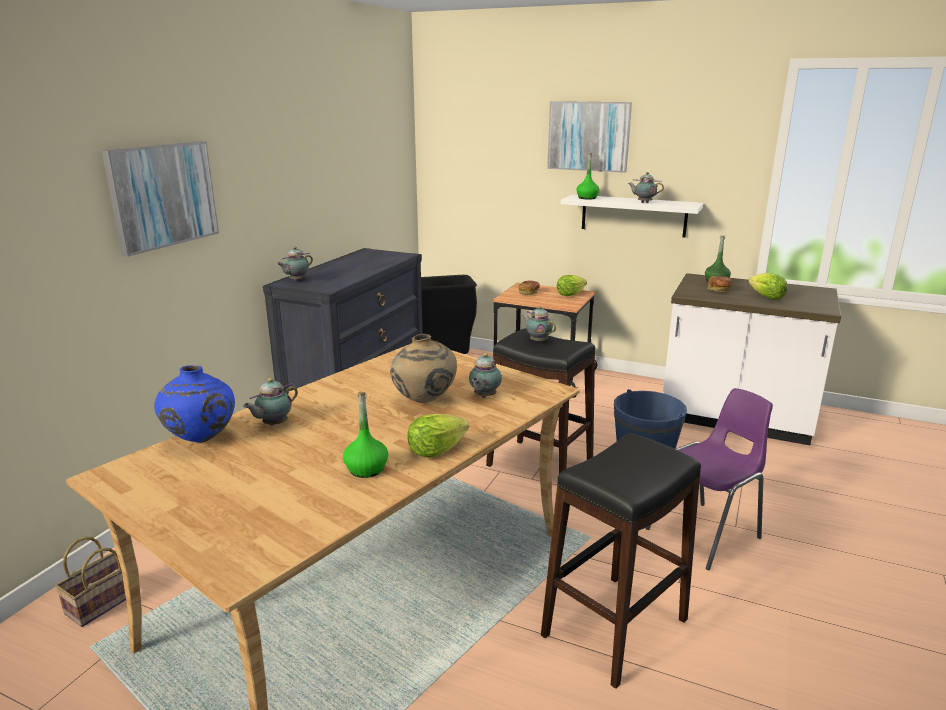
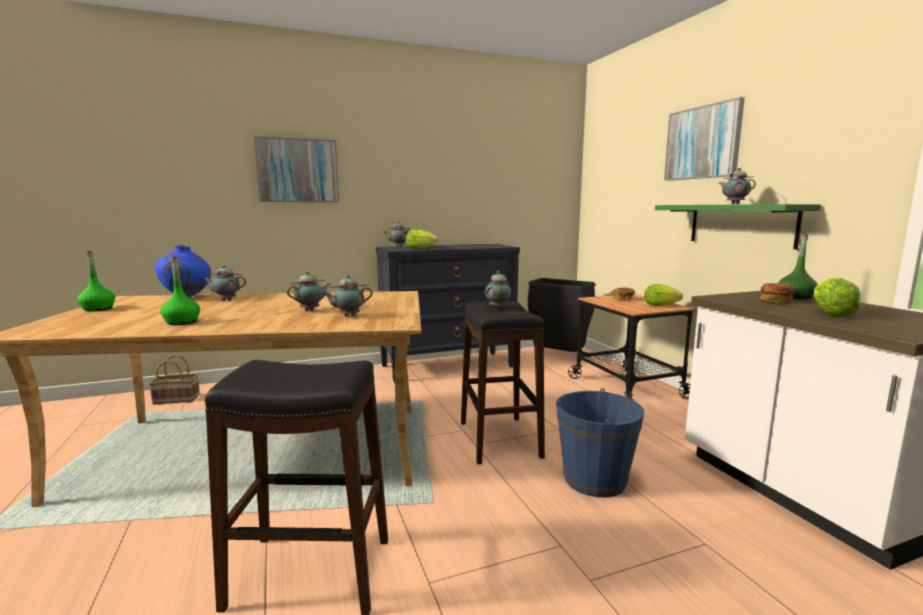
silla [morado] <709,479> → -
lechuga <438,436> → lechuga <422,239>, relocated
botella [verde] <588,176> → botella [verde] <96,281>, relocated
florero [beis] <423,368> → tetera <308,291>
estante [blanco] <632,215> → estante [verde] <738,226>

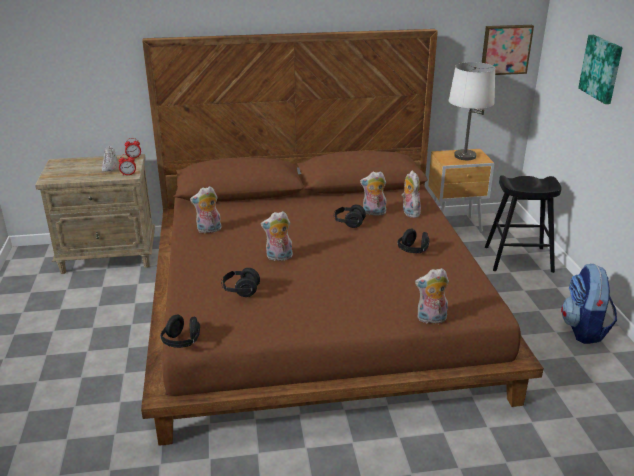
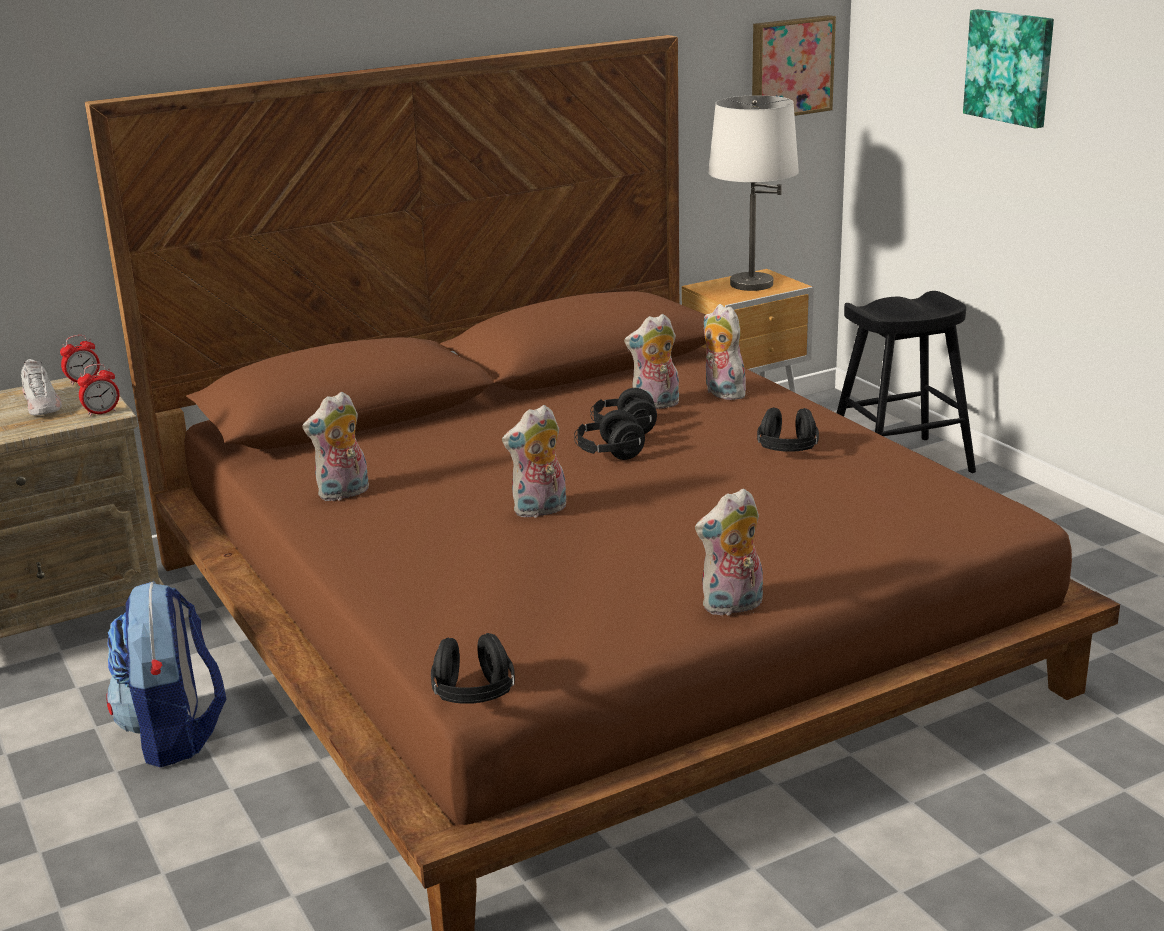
auriculares [negro] <240,282> → auriculares [negro] <609,435>, relocated
peluche <432,295> → peluche <729,552>, relocated
mochila <589,304> → mochila <166,674>, relocated

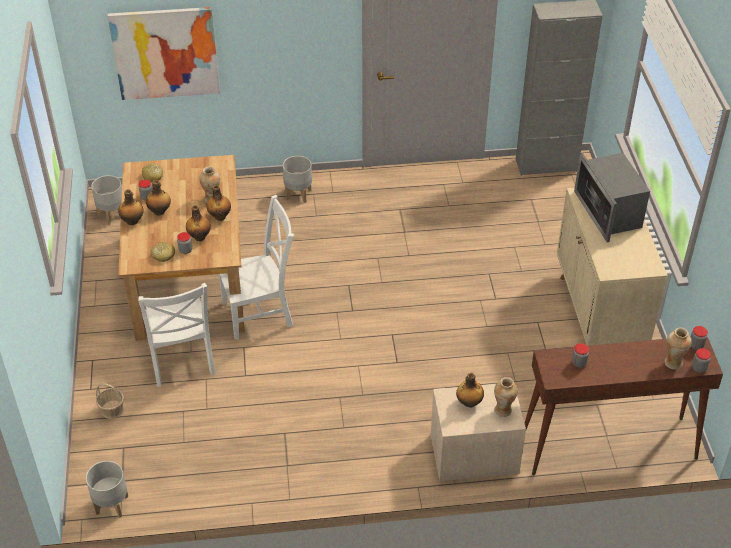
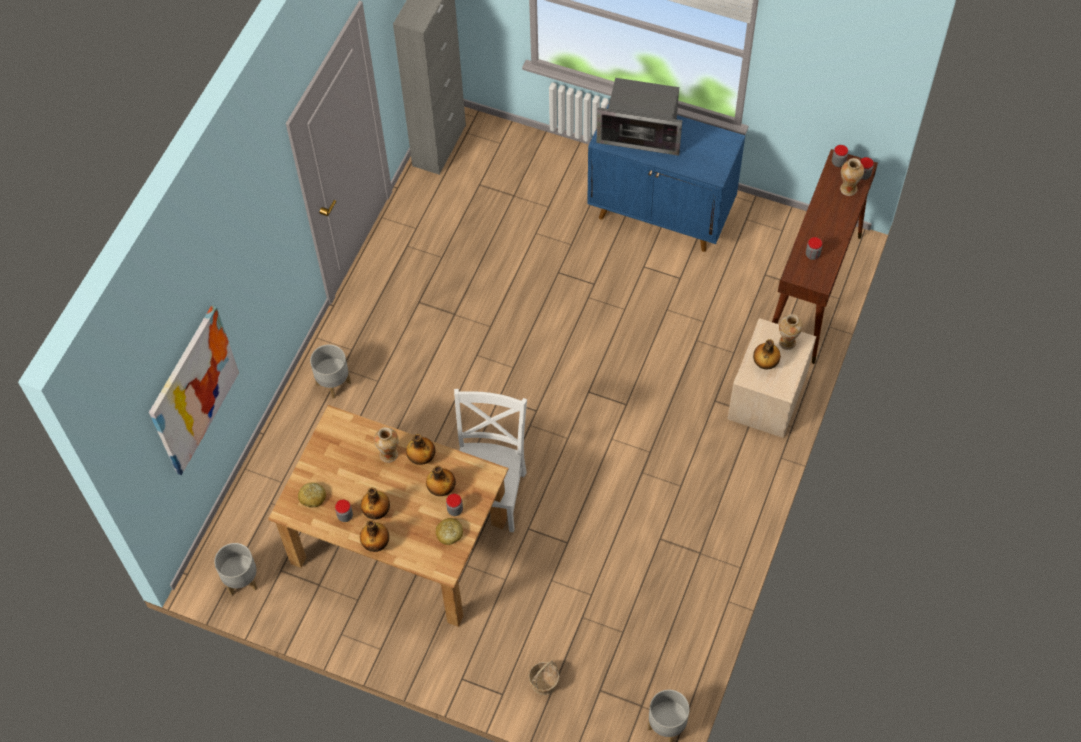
silla [blanco] <177,335> → -
armario [beis] <612,266> → armario [azul] <666,178>

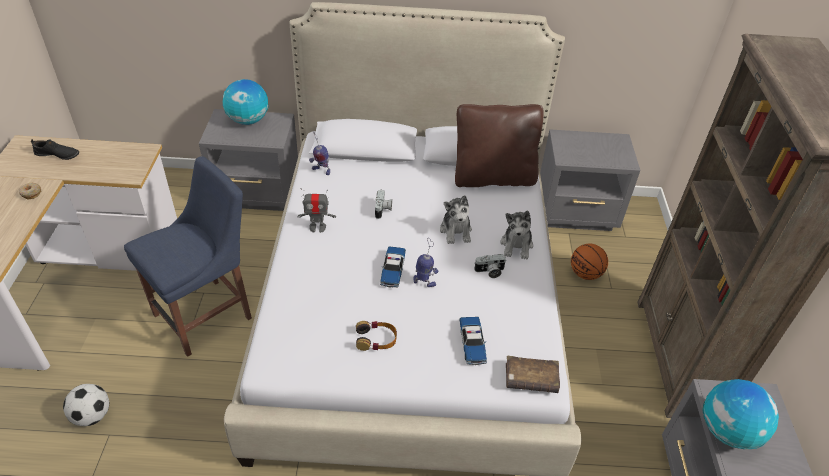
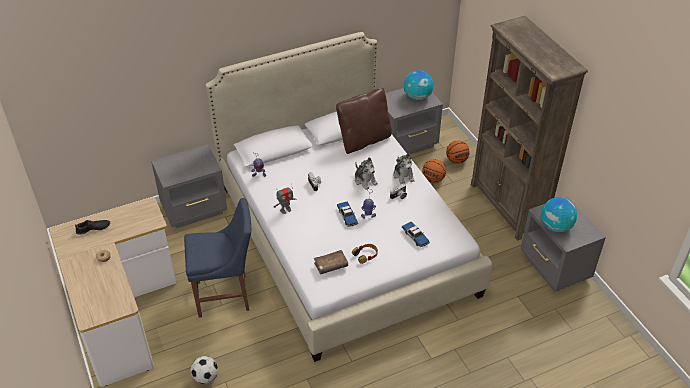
- → balón de baloncesto <458,152>
globo terráqueo <246,102> → globo terráqueo <419,85>, relocated
libro [marrón] <533,374> → libro [marrón] <330,262>, relocated
silla [azul] <188,256> → silla [azul] <217,258>, 60 degrees clockwise

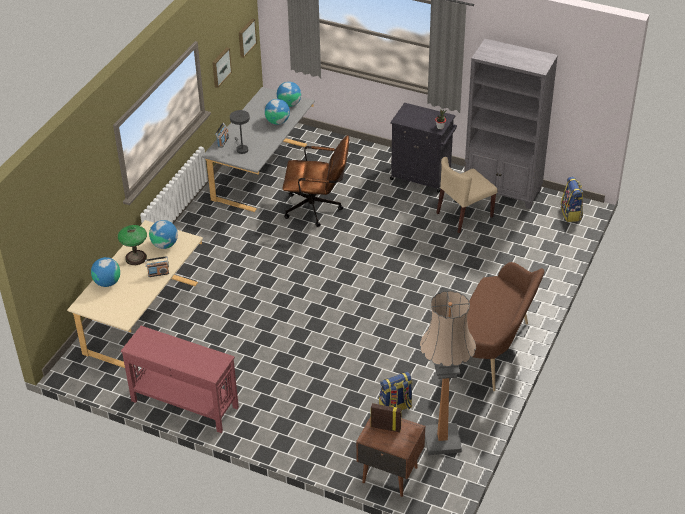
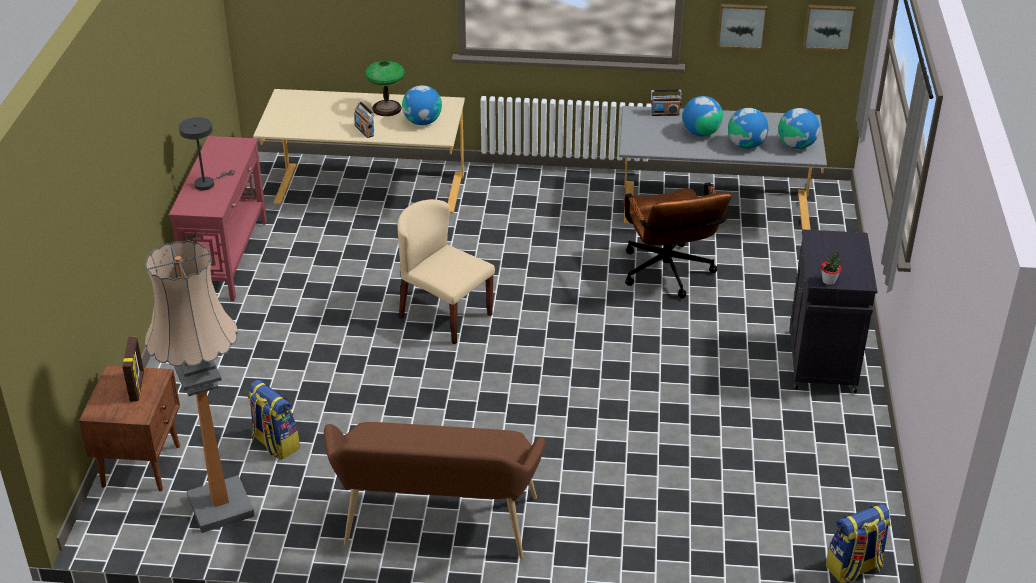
estantería [gris] <511,124> → -
globo terráqueo <105,272> → globo terráqueo <702,116>, relocated
lámpara de mesa [gris] <240,132> → lámpara de mesa [gris] <207,154>, relocated
silla [beis] <467,195> → silla [beis] <446,272>, relocated

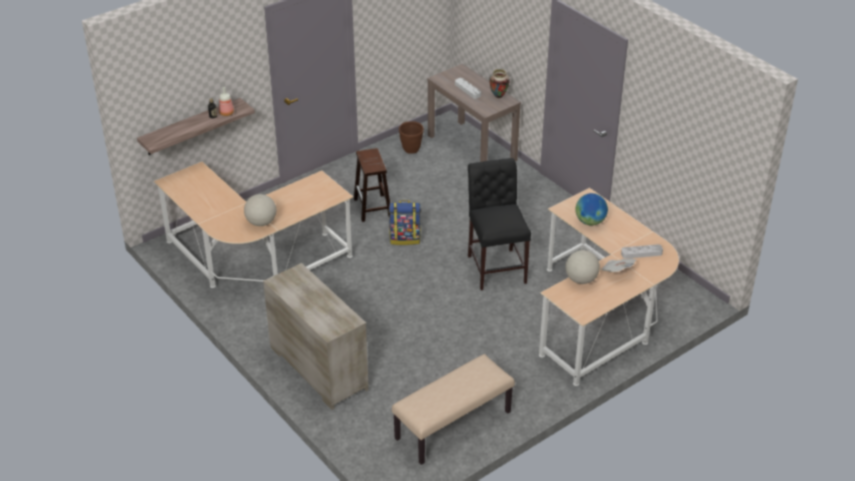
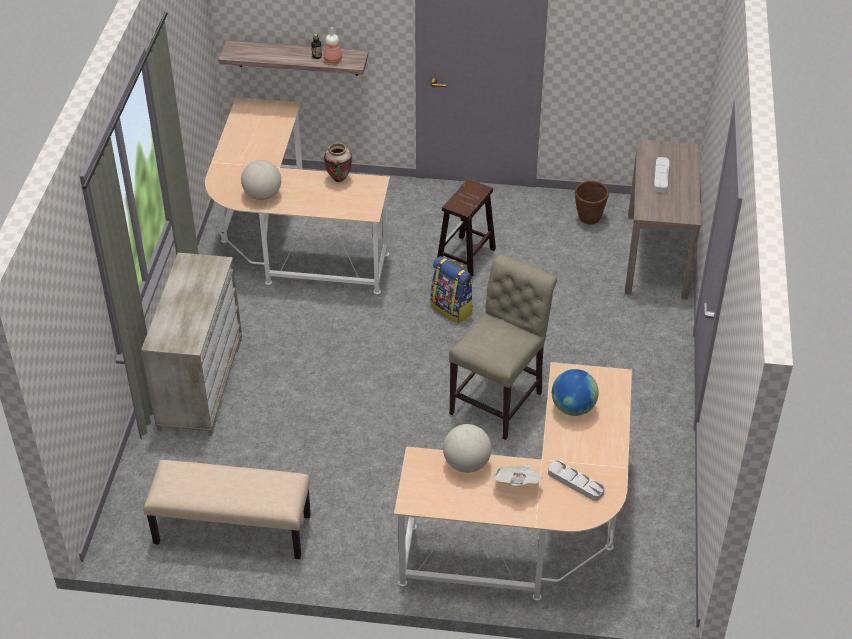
florero <499,83> → florero <338,162>, relocated
silla [negro] <499,224> → silla [beis] <503,347>

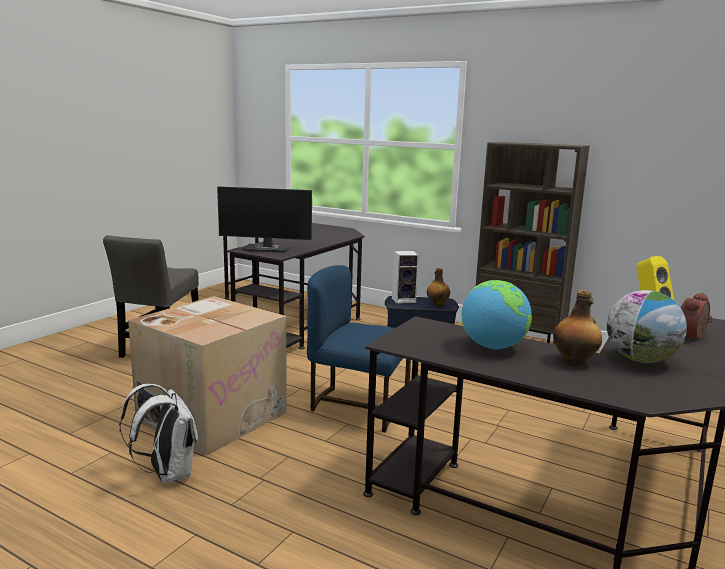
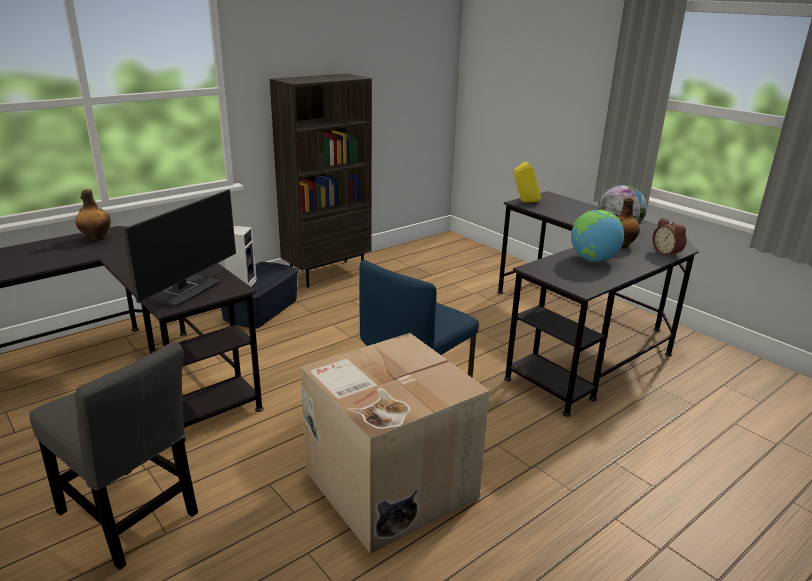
mochila [blanco] <158,433> → -
botella <438,287> → botella <93,215>, relocated
despertador <696,316> → despertador <669,238>, relocated

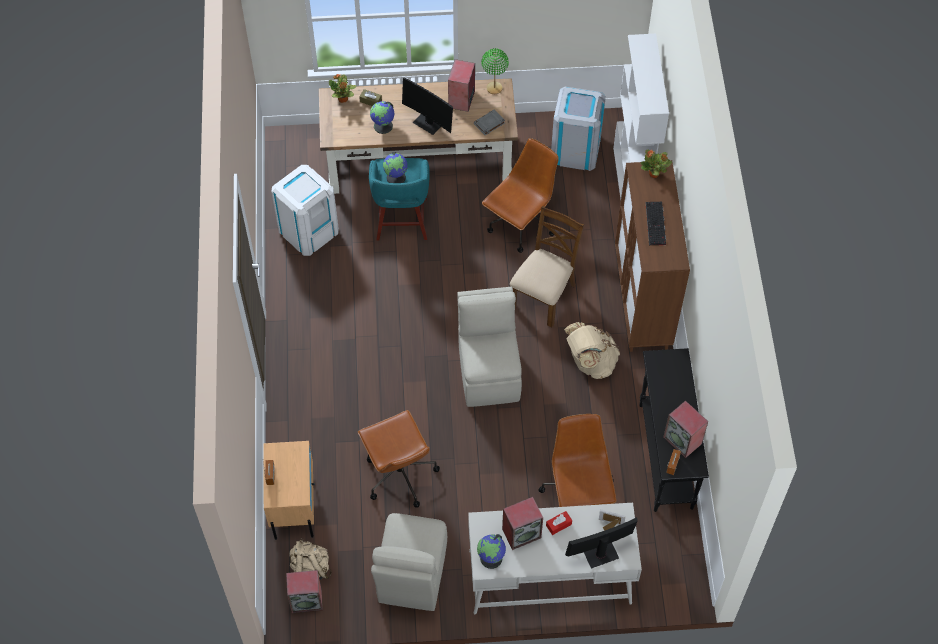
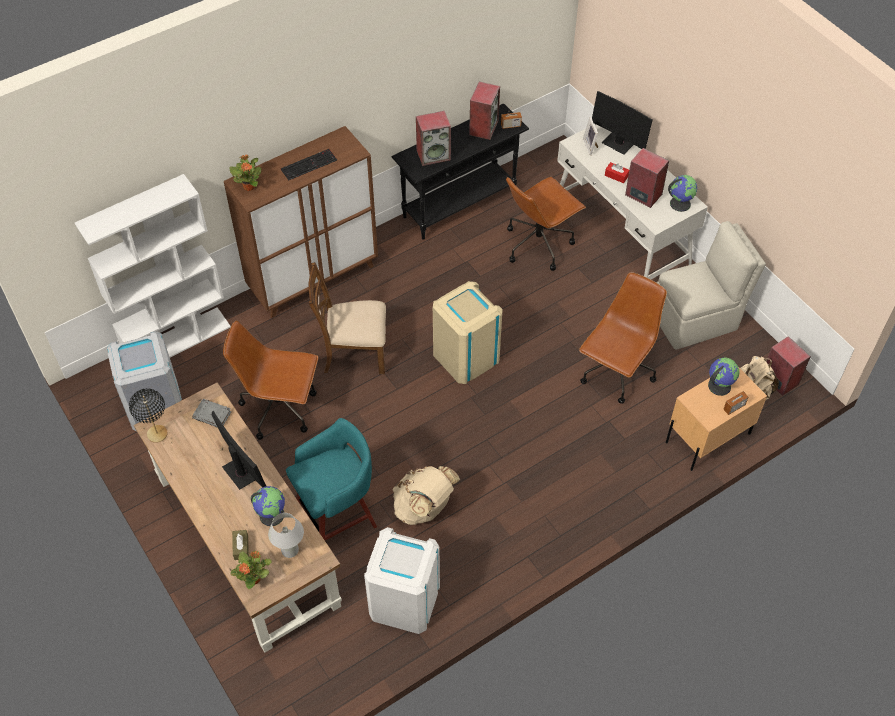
- → lámpara de mesa [blanco] <286,535>
globo terráqueo <395,167> → globo terráqueo <723,376>, relocated
altavoz <461,85> → altavoz <433,138>, relocated
mochila [beis] <592,350> → mochila [beis] <426,495>, relocated
silla [beis] <489,347> → papelera [beis] <468,332>
lámpara de mesa [verde] <495,71> → lámpara de mesa [negro] <148,415>
monitor <427,106> → monitor <239,450>, 45 degrees counterclockwise

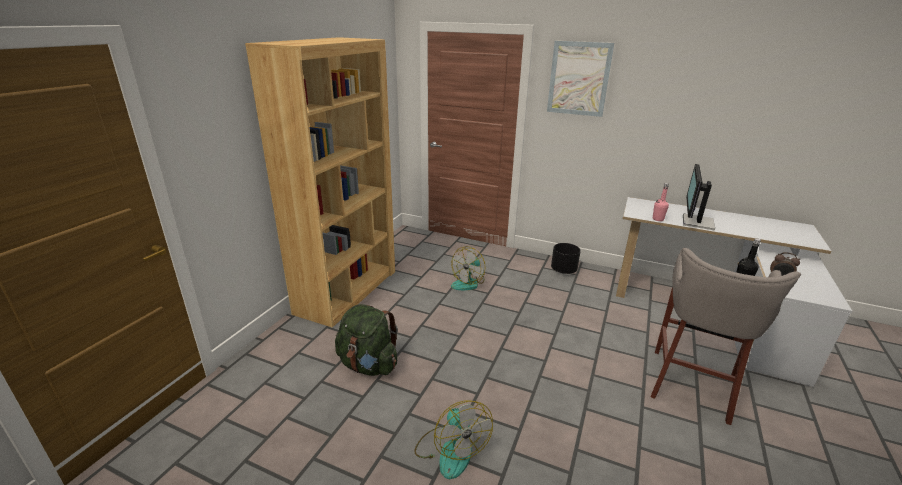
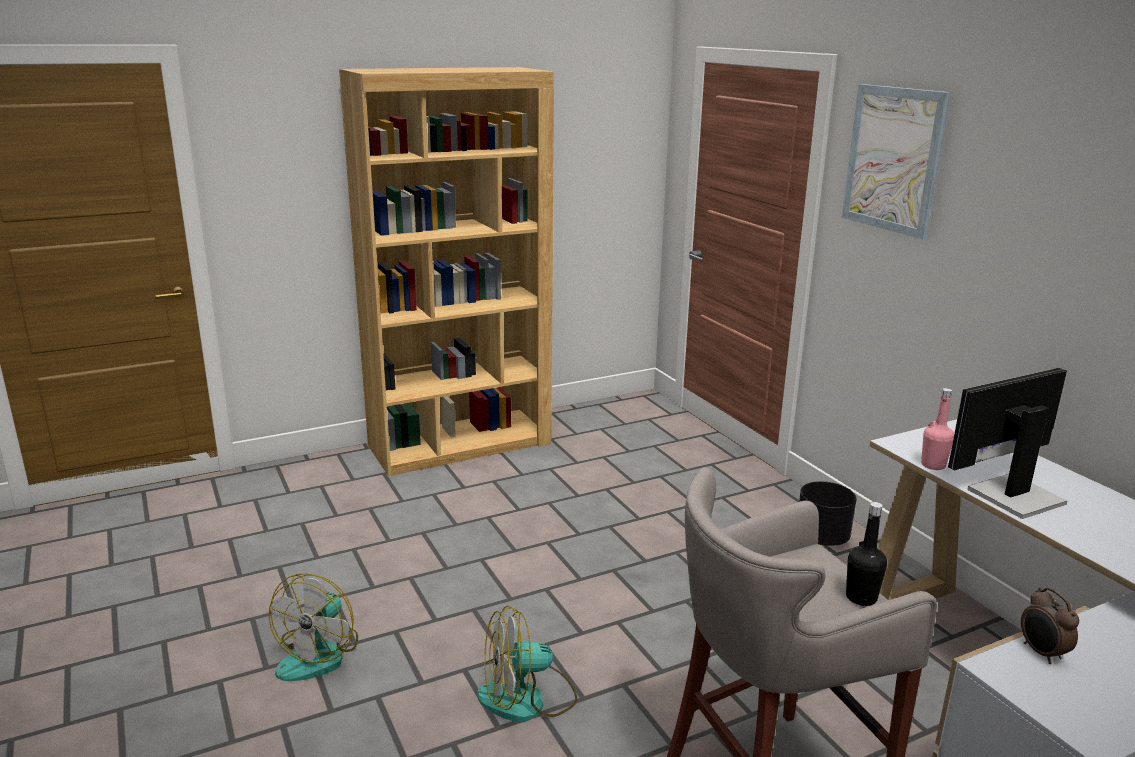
mochila [verde] <366,340> → -
ventilador <468,268> → ventilador <527,663>, relocated

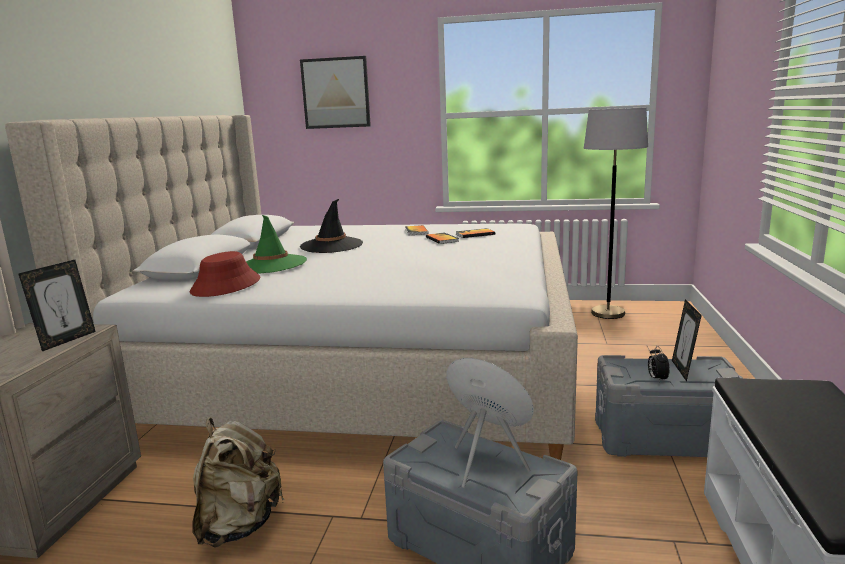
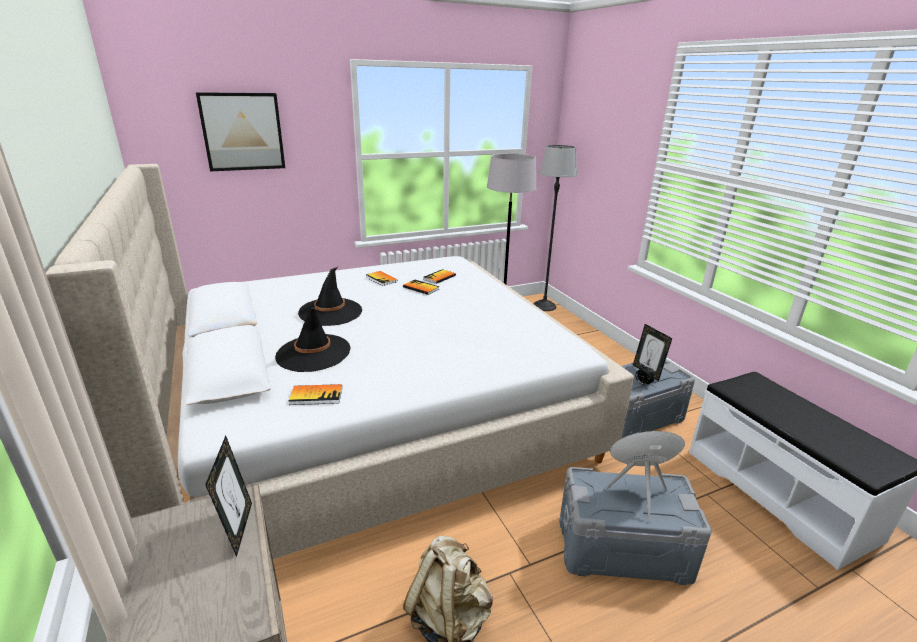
- → lámpara de pie <555,228>
sombrero [rojo] <225,274> → libro <315,394>
sombrero [verde] <276,244> → sombrero [negro] <313,340>

